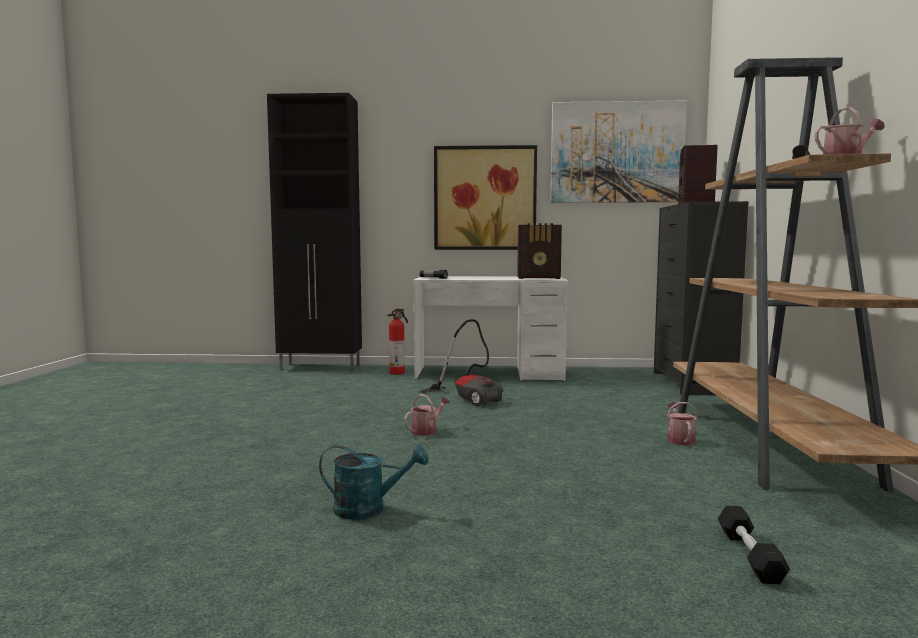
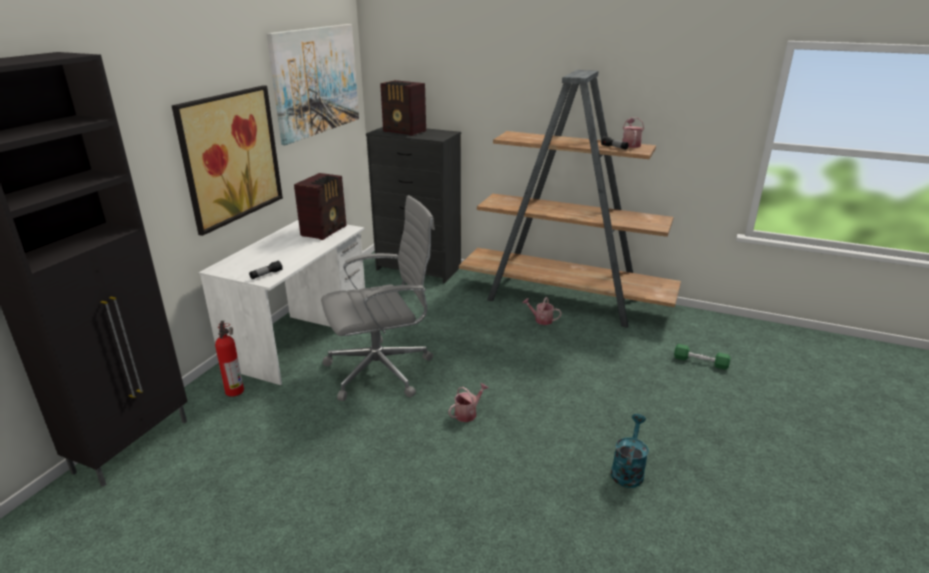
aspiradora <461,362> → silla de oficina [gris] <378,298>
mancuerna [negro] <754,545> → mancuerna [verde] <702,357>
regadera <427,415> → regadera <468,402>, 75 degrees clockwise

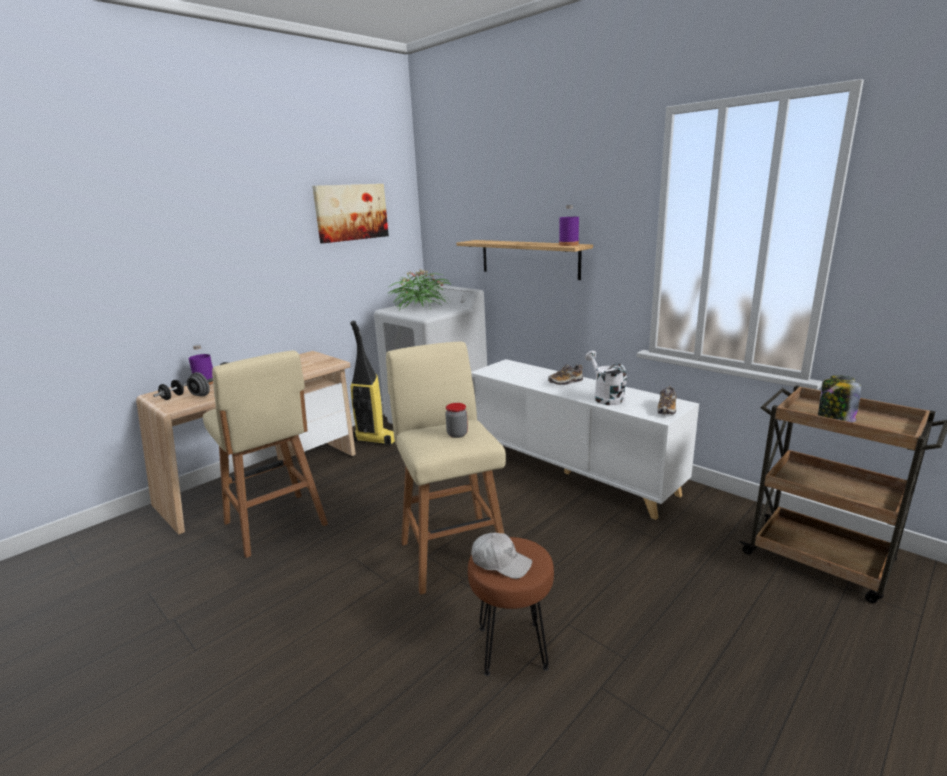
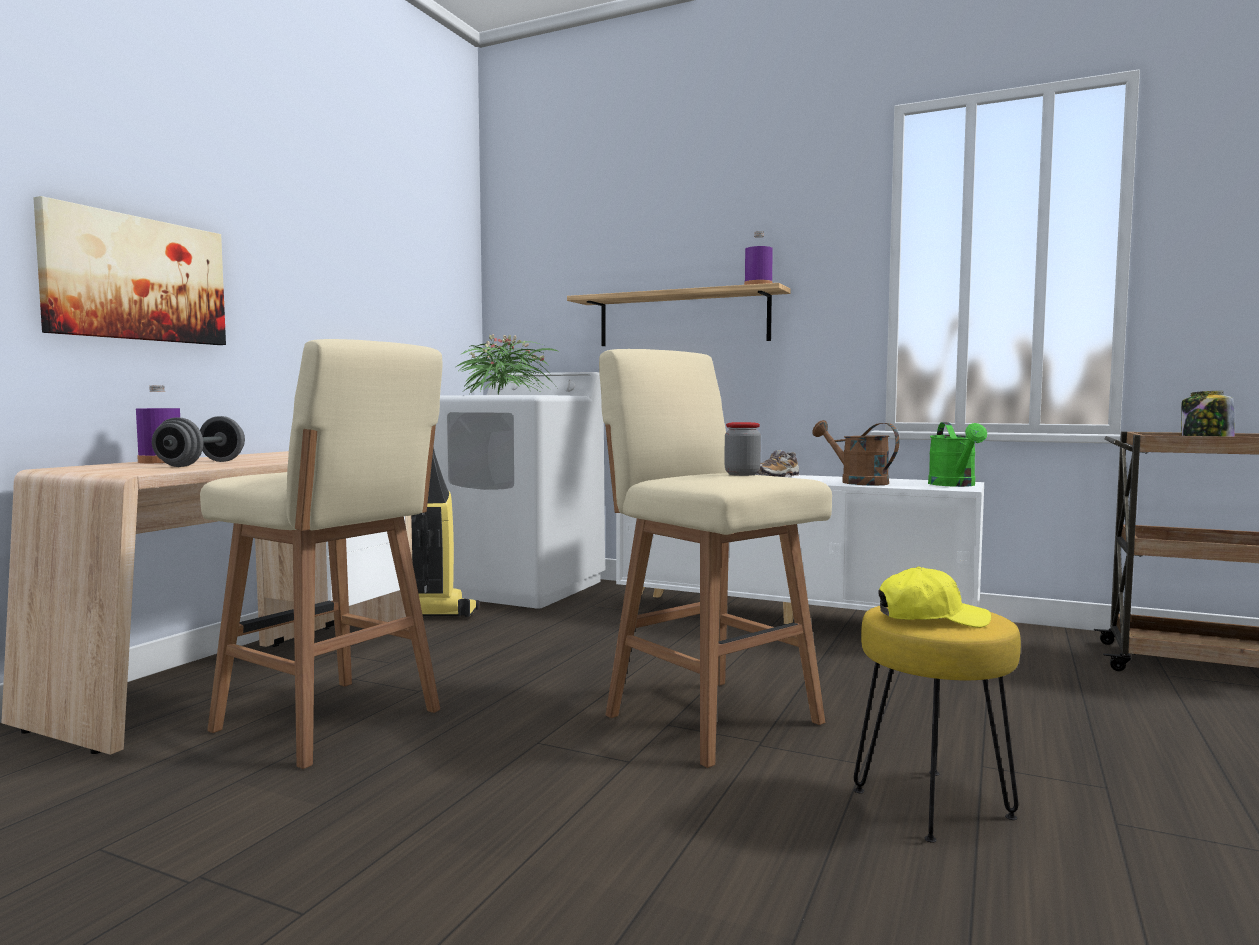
mancuerna [negro] <170,390> → -
cuadro <350,213> → cuadro <129,270>, relocated
zapato <667,400> → regadera [verde] <957,454>
taburete [marrón] <511,606> → taburete [amarillo] <937,724>
gorra [blanco] <501,556> → gorra [amarillo] <934,597>
regadera [blanco] <606,378> → regadera [marrón] <855,452>

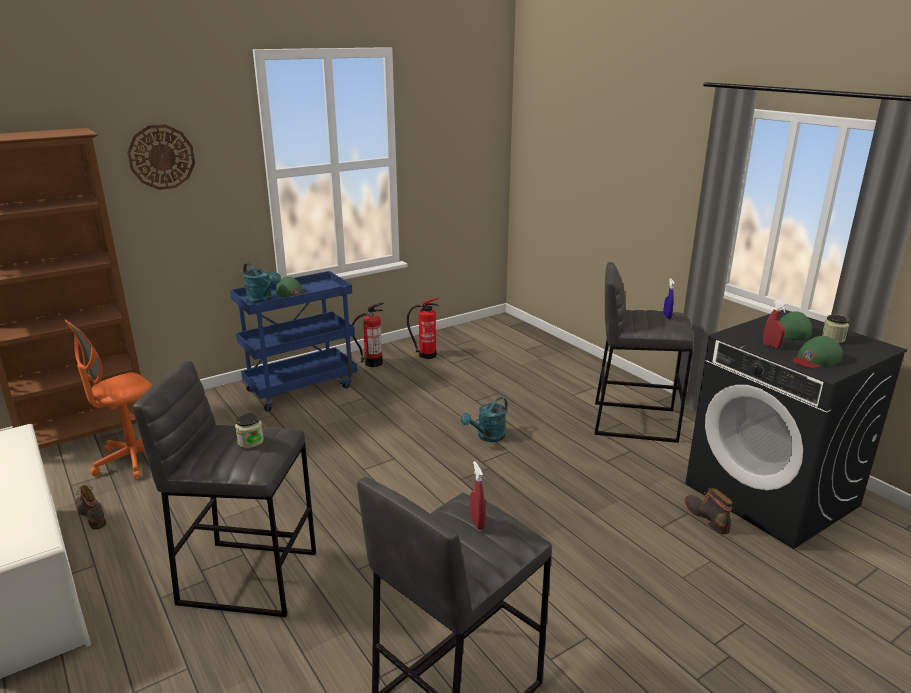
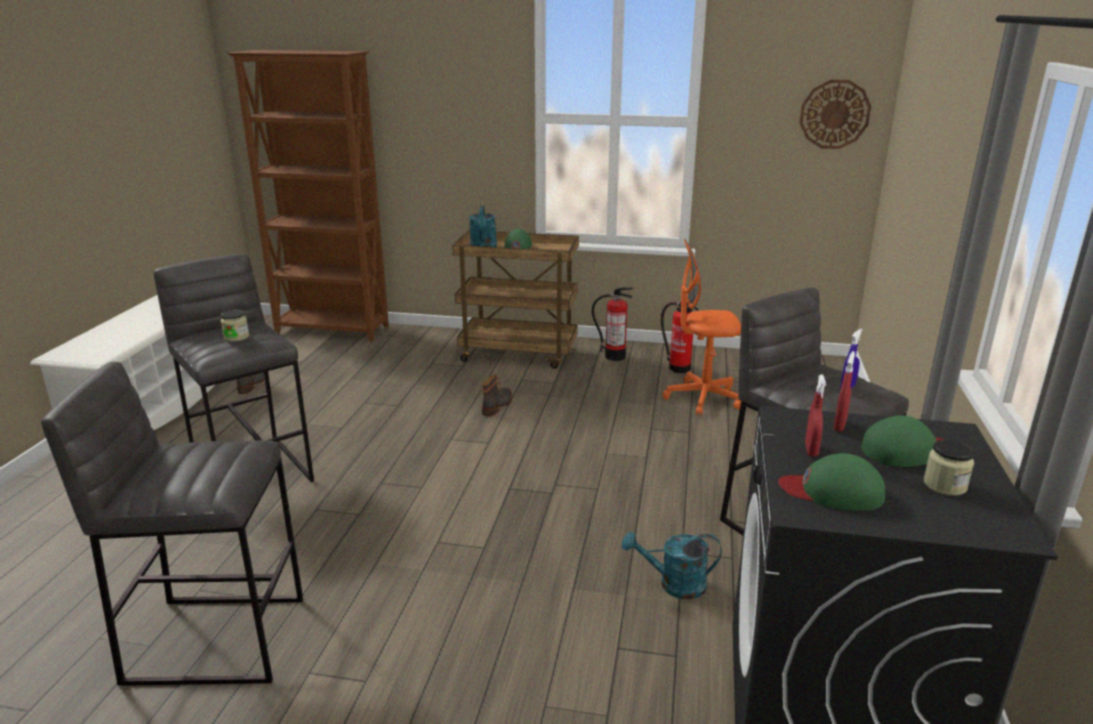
silla de oficina [naranja] <108,399> → silla de oficina [naranja] <701,327>, relocated
reloj de pared <161,157> → reloj de pared <835,114>, relocated
regadera [turquesa] <484,419> → regadera [turquesa] <672,565>, relocated
pulverizador [rojo] <478,495> → pulverizador [rojo] <844,391>, relocated
bota <709,510> → bota <497,395>, relocated
carrito [azul] <293,341> → carrito [marrón] <515,299>

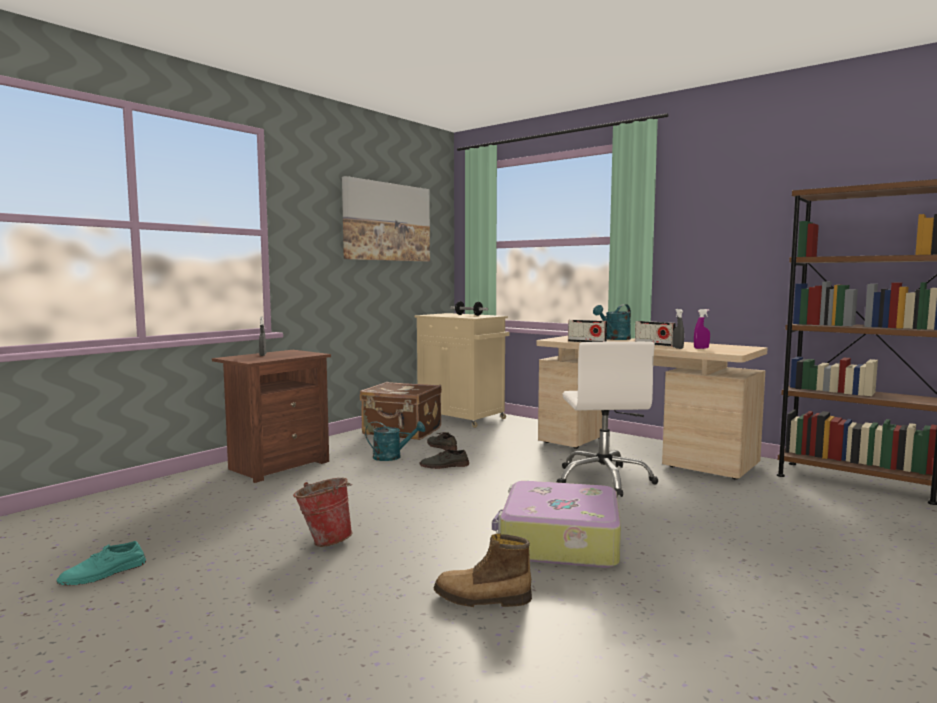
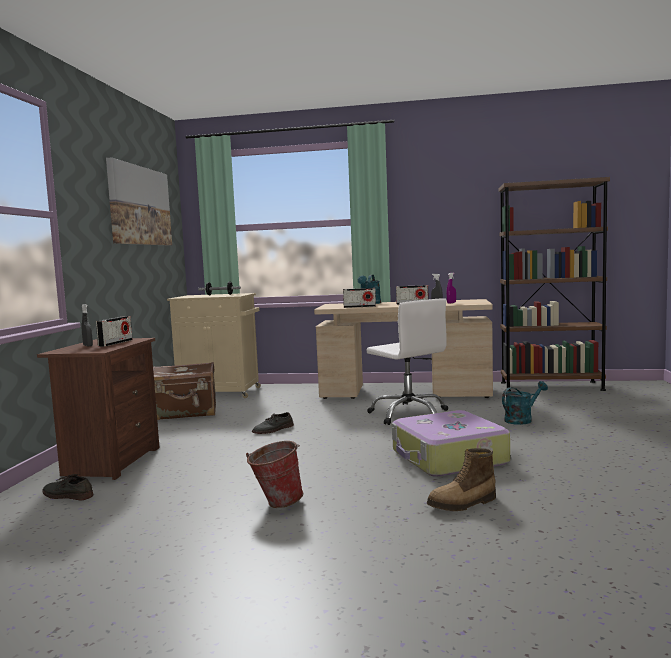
zapato [turquesa] <101,563> → -
- → radio <114,331>
regadera [turquesa] <395,441> → regadera [turquesa] <525,403>, relocated
zapato [gris] <442,441> → zapato [gris] <68,487>, relocated

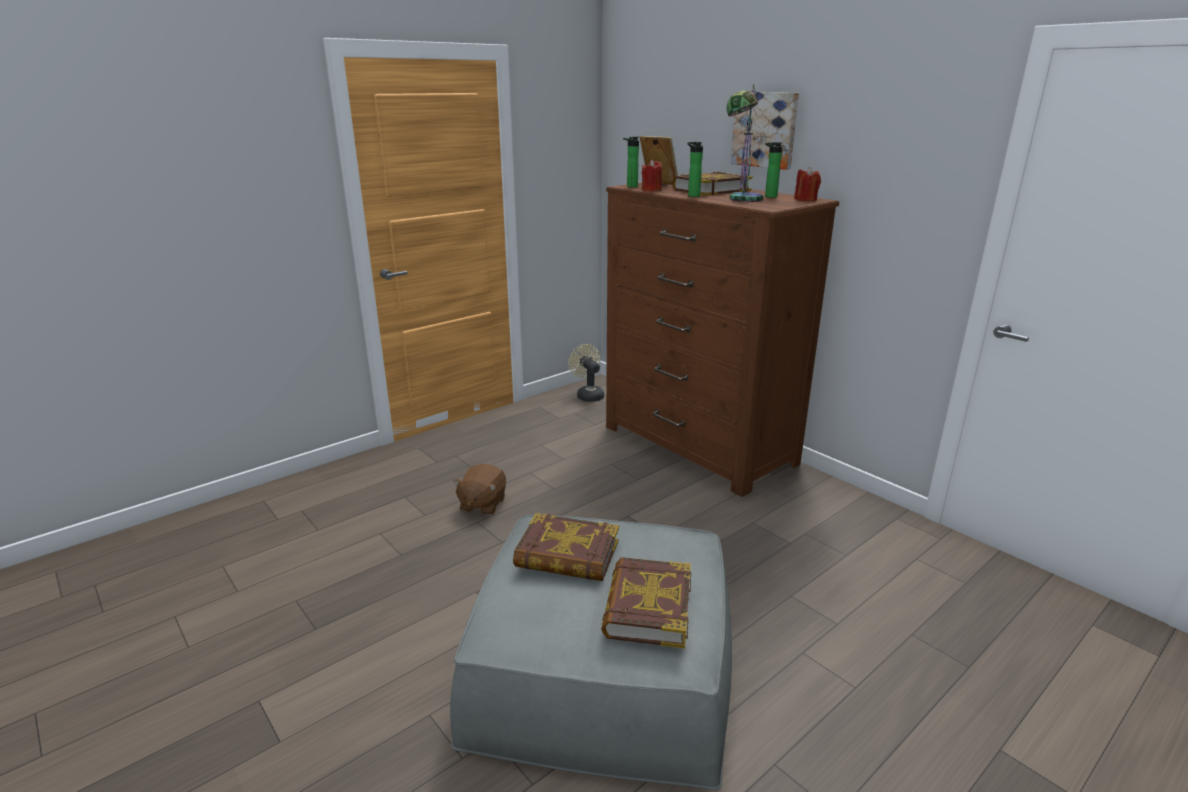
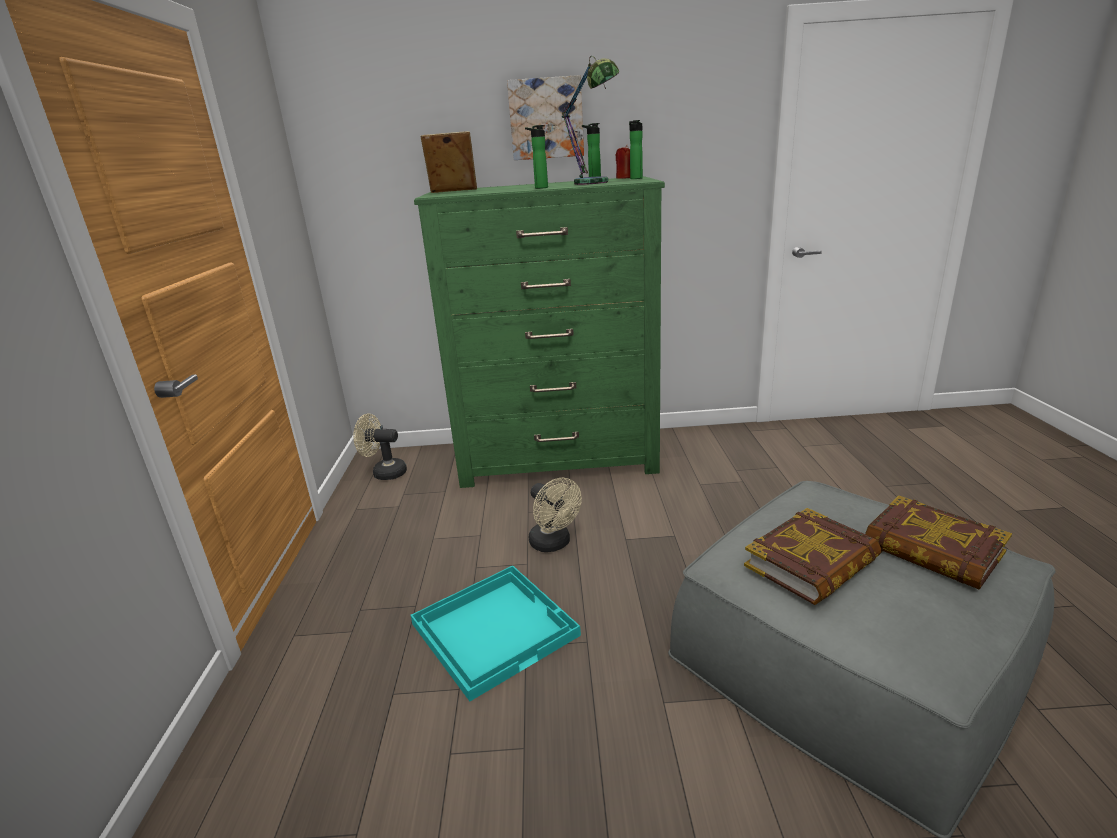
vela [rojo] <652,175> → -
libro <712,184> → -
- → ventilador [beis] <555,515>
botella <631,162> → botella <636,149>, relocated
peluche [marrón] <479,489> → bandeja [turquesa] <496,633>
cómoda [marrón] <722,340> → cómoda [verde] <539,332>

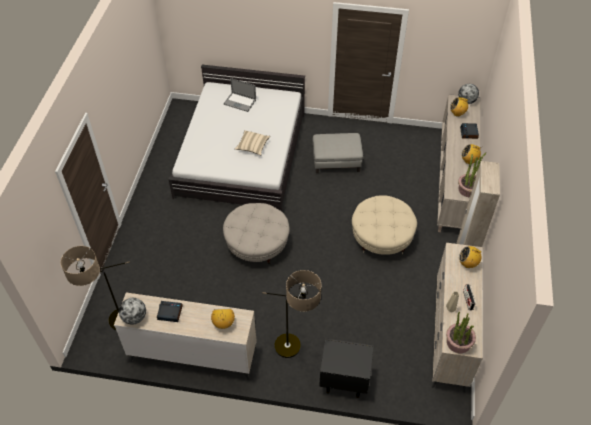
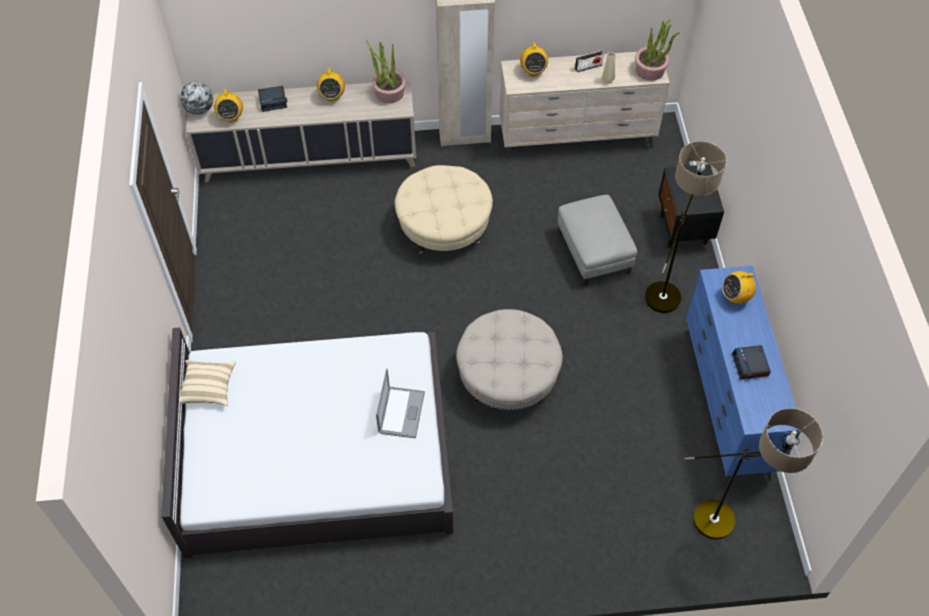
globo terráqueo <132,311> → -
portátil <240,95> → portátil <400,403>, relocated
cojín [beis] <252,142> → cojín [beis] <208,383>, relocated
puf [gris] <338,153> → puf [gris] <597,240>, relocated
cómoda [beis] <185,336> → cómoda [azul] <743,375>

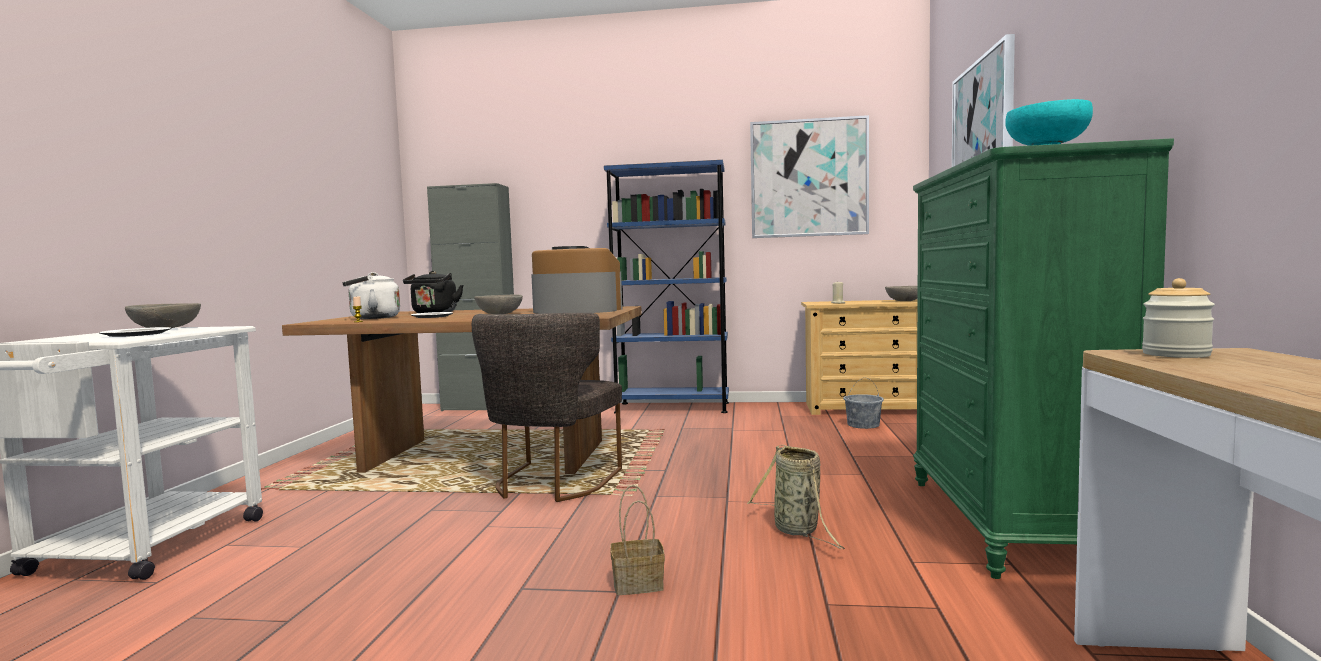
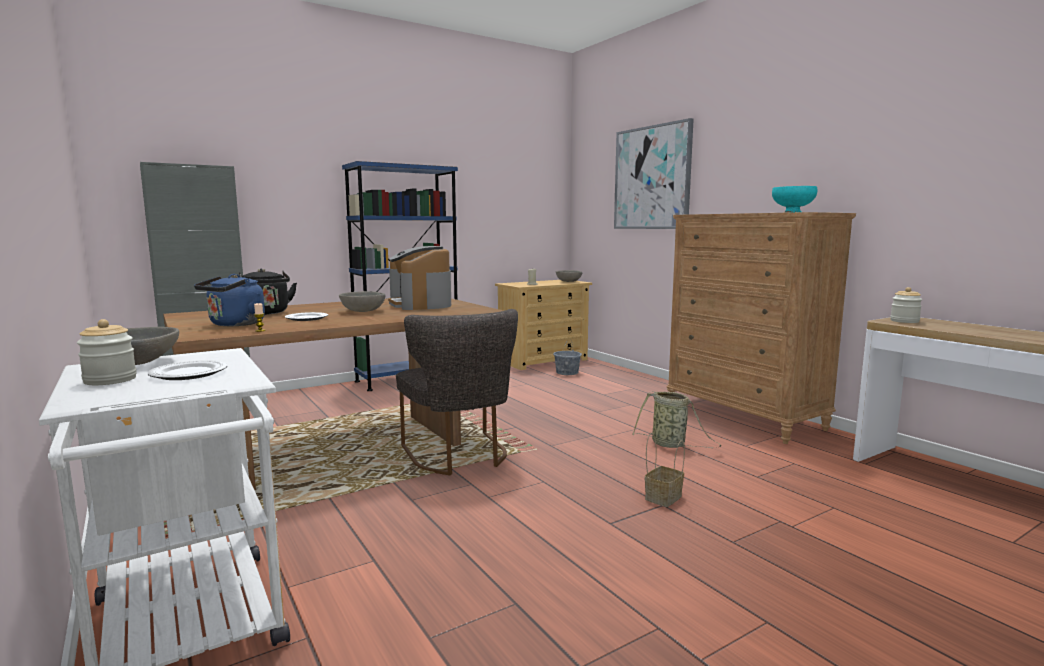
cuadro <809,176> → -
- → tarro <107,352>
hervidor [blanco] <371,295> → hervidor [azul] <229,300>
cómoda [verde] <1043,358> → cómoda [marrón] <761,328>
cafetera <576,280> → cafetera <419,278>, 90 degrees counterclockwise

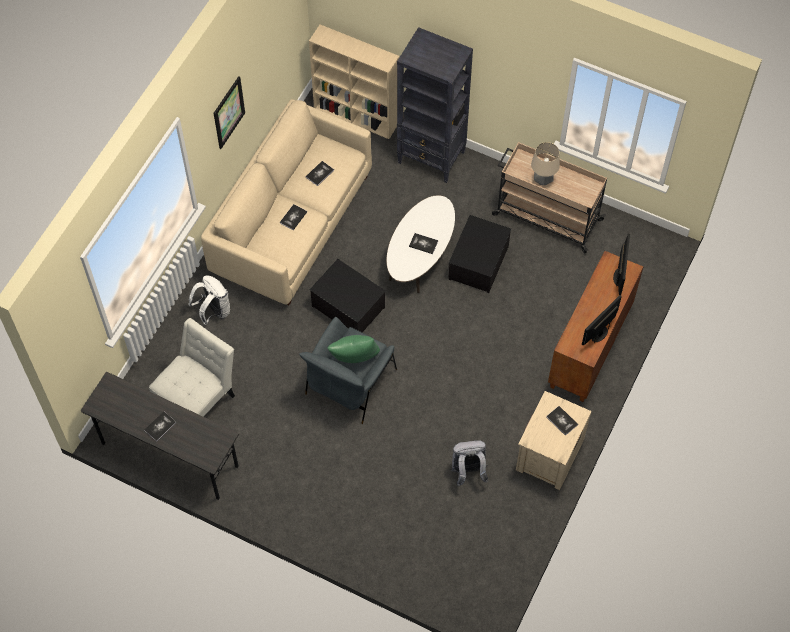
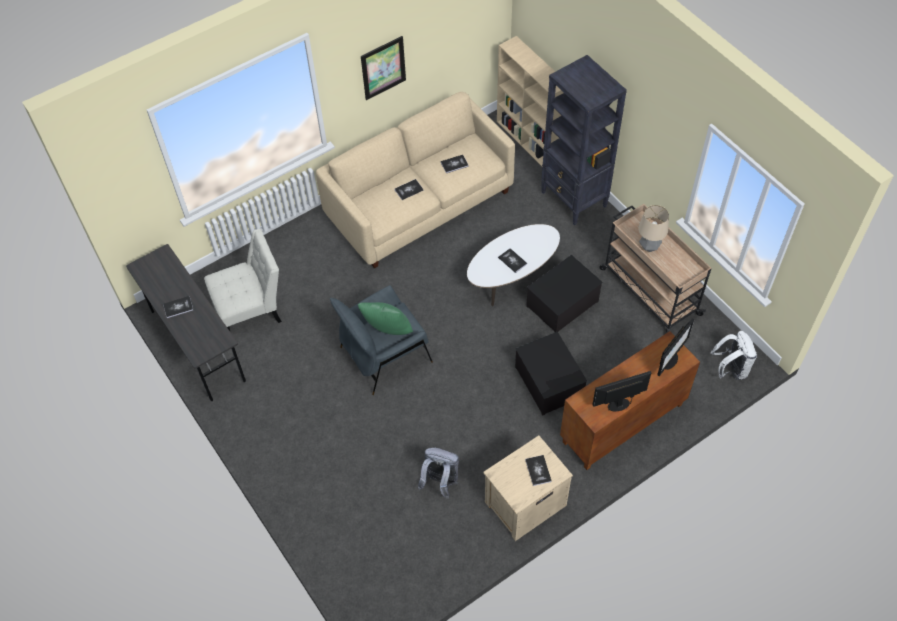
mochila [blanco] <209,300> → mochila [blanco] <734,355>, relocated
caja de almacenaje <347,295> → caja de almacenaje <551,374>, relocated

